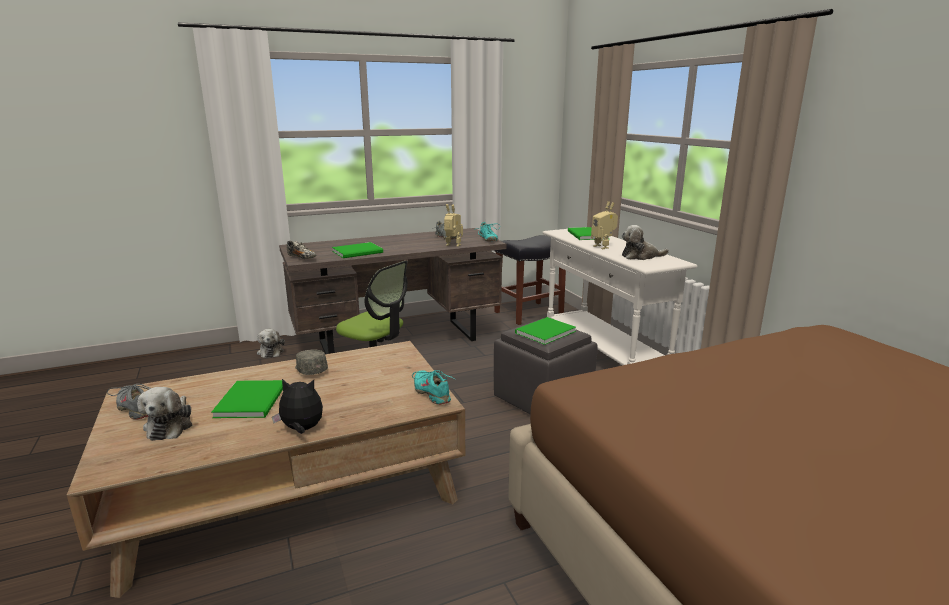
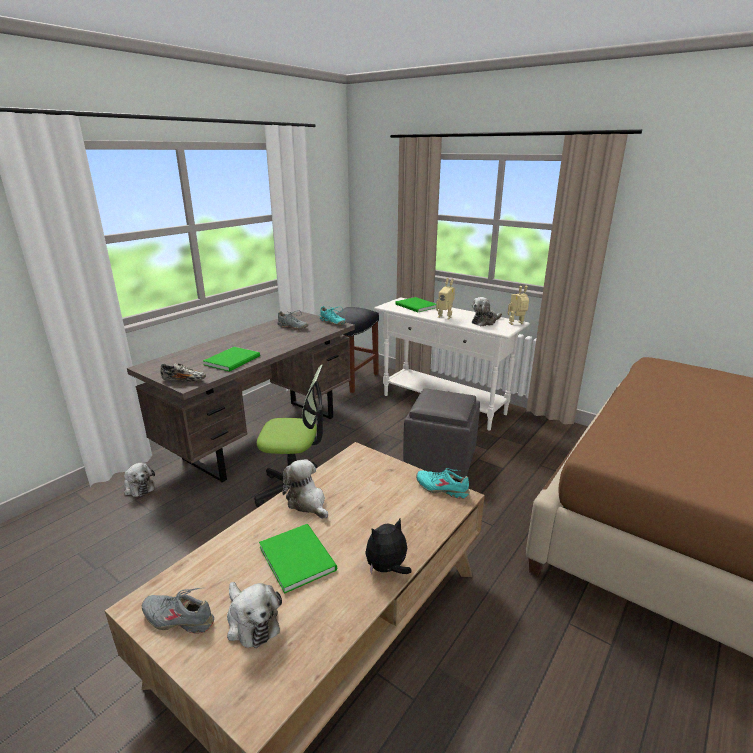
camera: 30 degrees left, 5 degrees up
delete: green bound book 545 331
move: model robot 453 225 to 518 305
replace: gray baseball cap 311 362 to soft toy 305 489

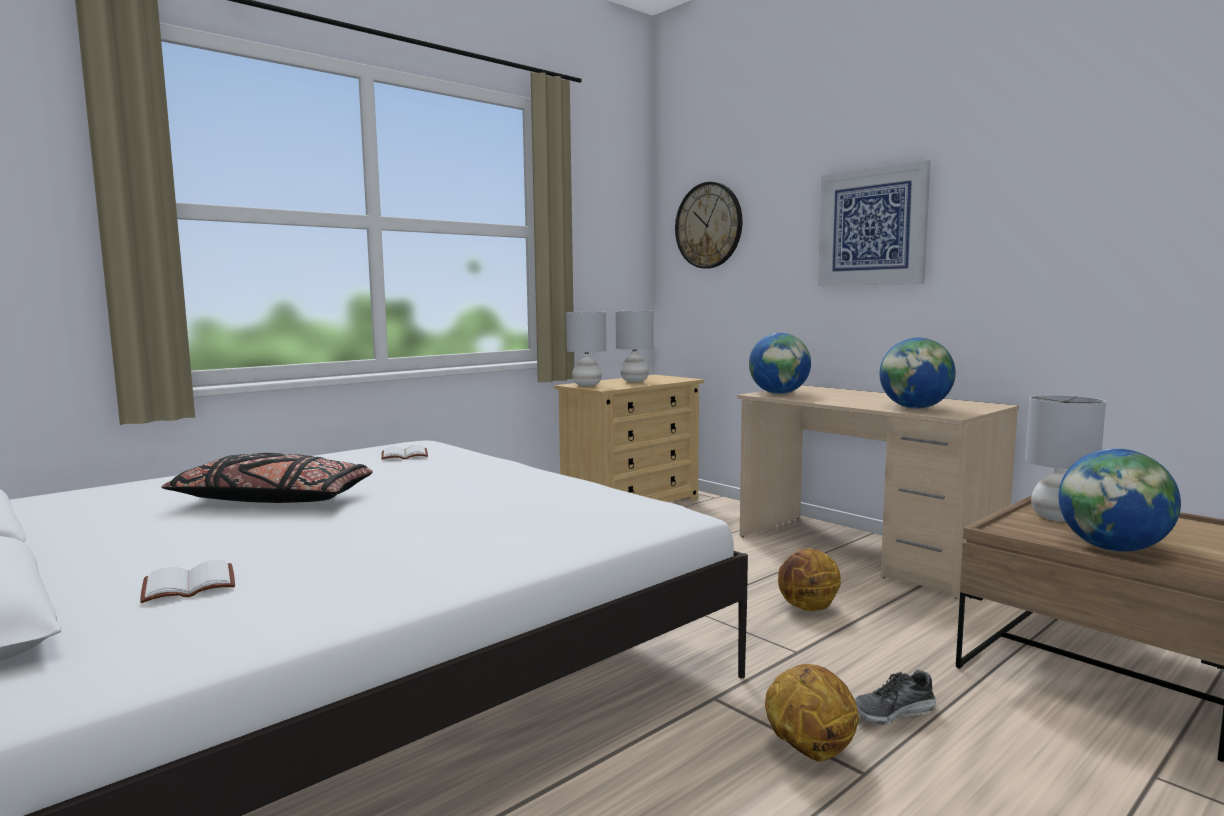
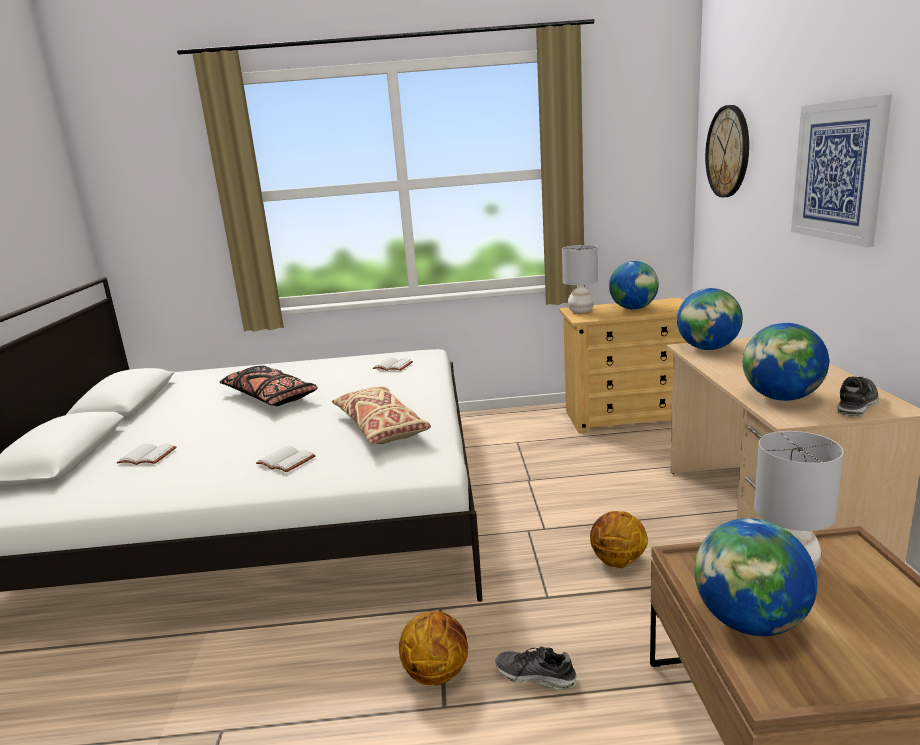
camera: 40 degrees right, 10 degrees up
insert: white bound book 286 459; sand-coloured pillow 381 415; shoe 858 397
replace: gray lamp for a table 635 346 to globe 634 285

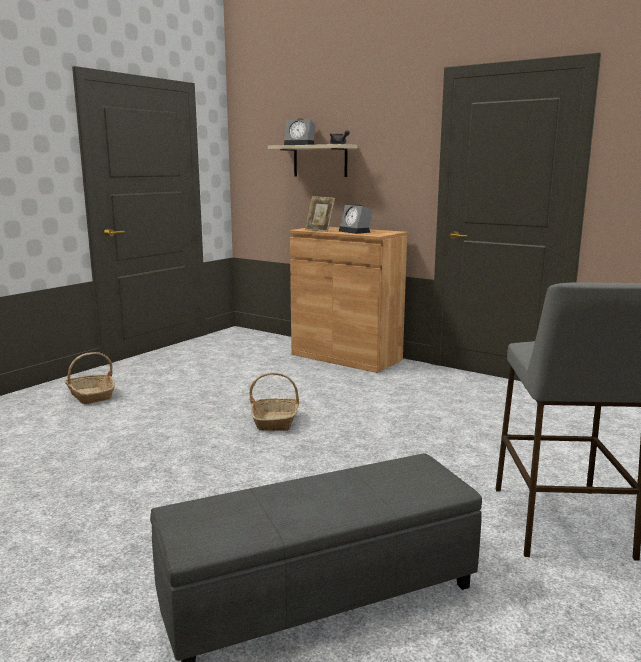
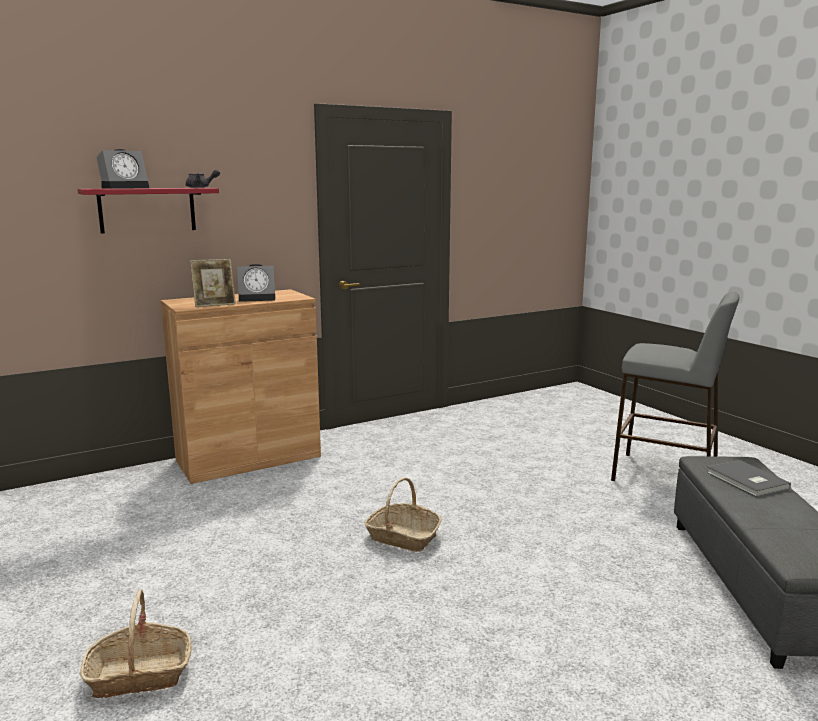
camera: 65 degrees left, 0 degrees up
insert: gray bound book 749 478
recolor: sand-coloured shelf 312 160 to reddish shelf 148 210

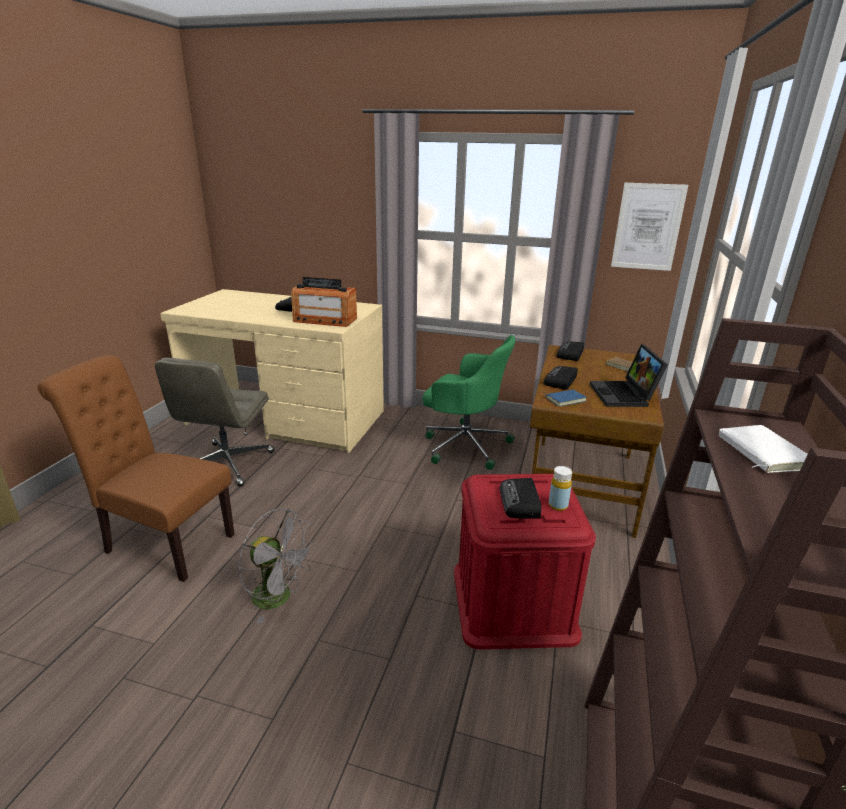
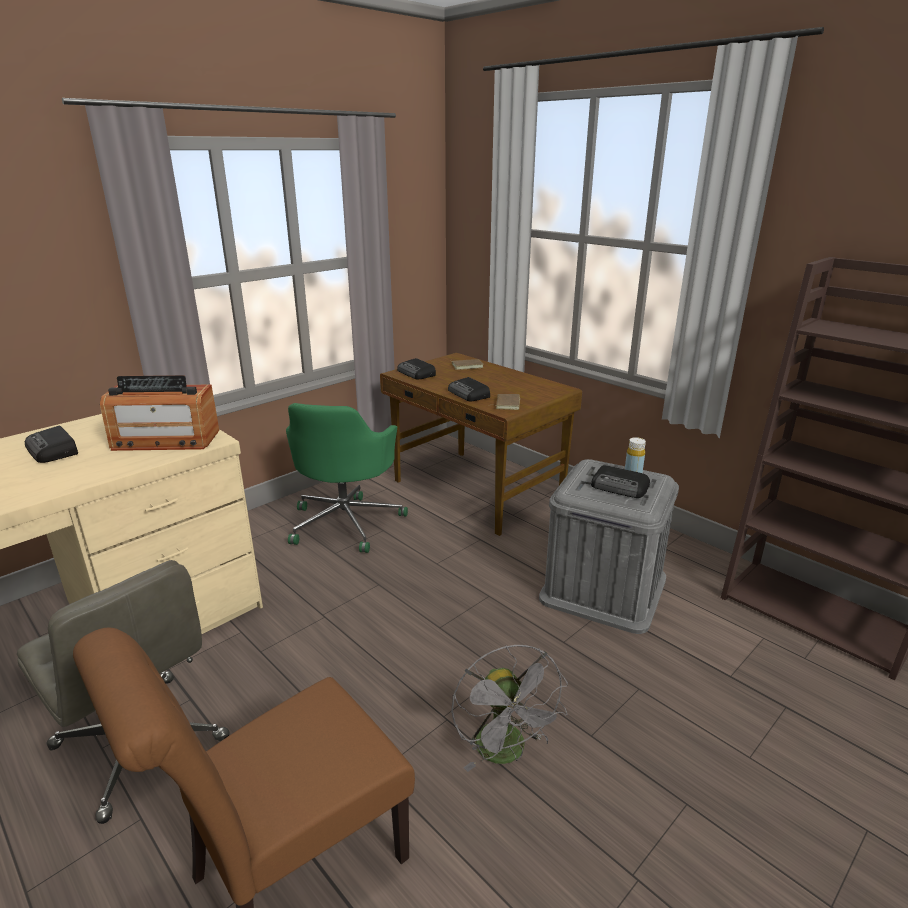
camera: 60 degrees left, 0 degrees up
delete: notebook computer 629 375; picture 649 227; white bound book 763 449
recolor: reddish storage bin 525 561 to gray storage bin 609 546; blue-coloured bound book 565 398 to brown-coloured bound book 508 402
rotate: gray electric fan 277 565 = 509 708 105 degrees clockwise; radio receiver 324 302 = 159 413 45 degrees clockwise; green desk chair 469 402 = 347 478 135 degrees clockwise

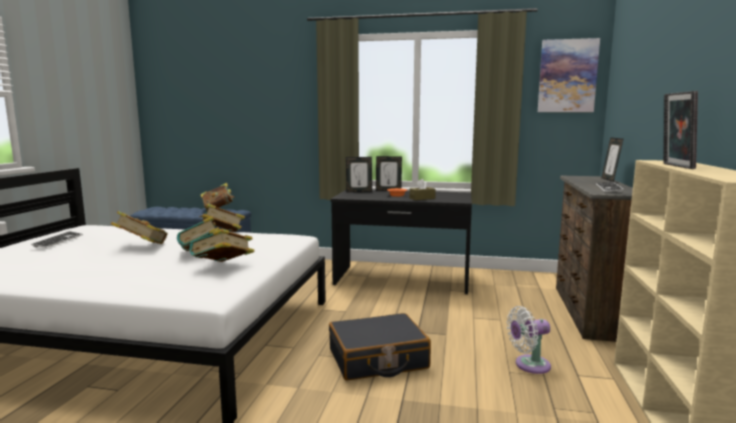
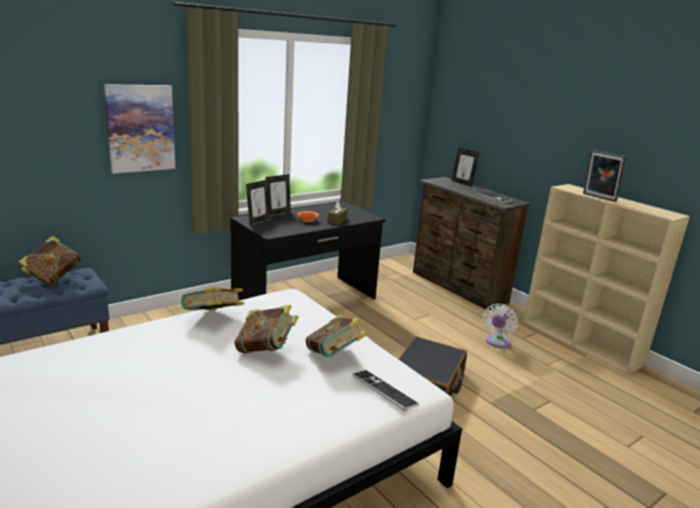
camera: 50 degrees left, 10 degrees up
delete: bound book 139 227
move: PC keyboard 57 239 to 385 390; picture 569 75 to 139 129

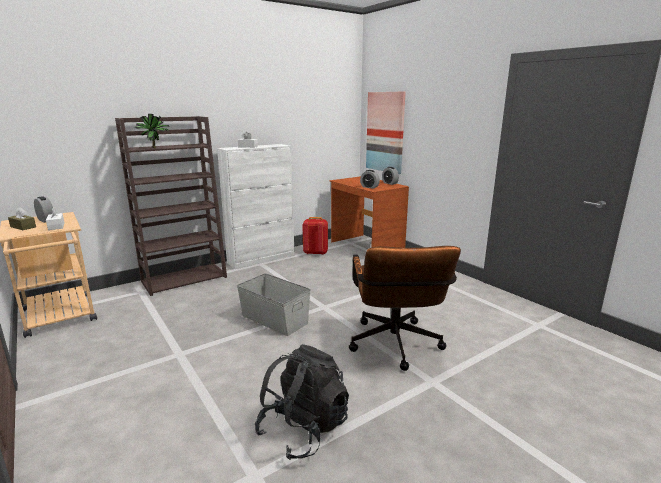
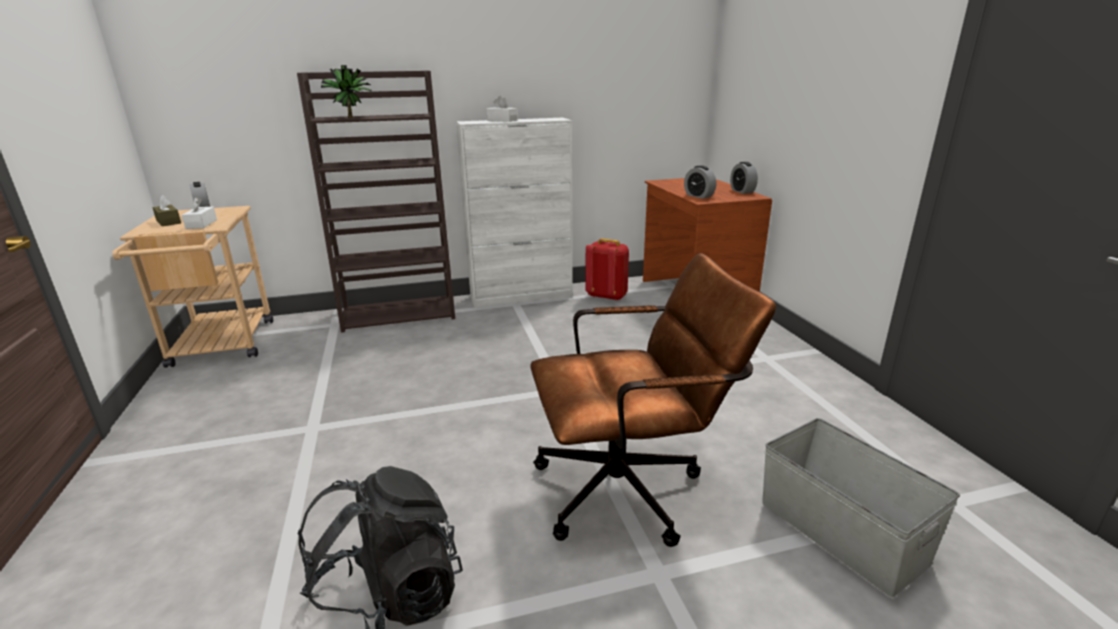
camera: 20 degrees right, 5 degrees up
delete: picture 386 132
move: gray storage bin 274 304 to 861 507
rotate: brown-coloured desk chair 405 308 = 653 400 120 degrees counterclockwise

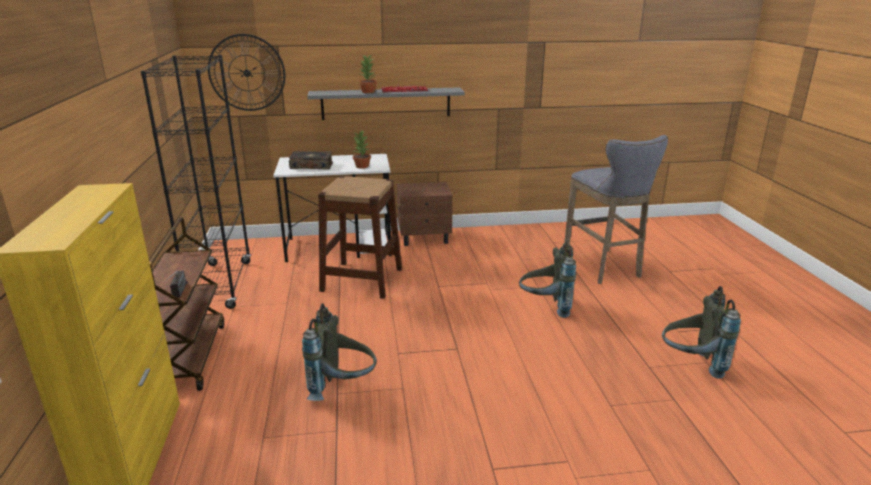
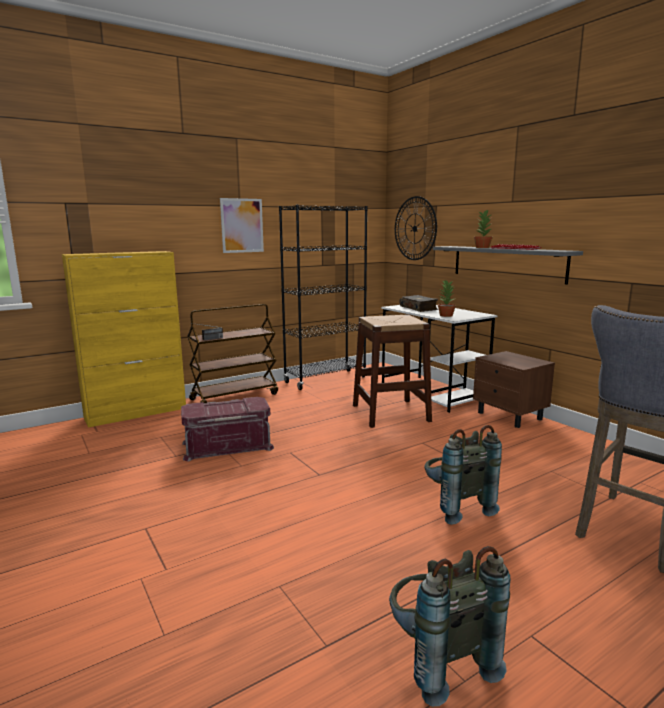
camera: 65 degrees right, 10 degrees down
insert: picture 242 225
replace: gray backpack 339 352 to reddish storage bin 227 429

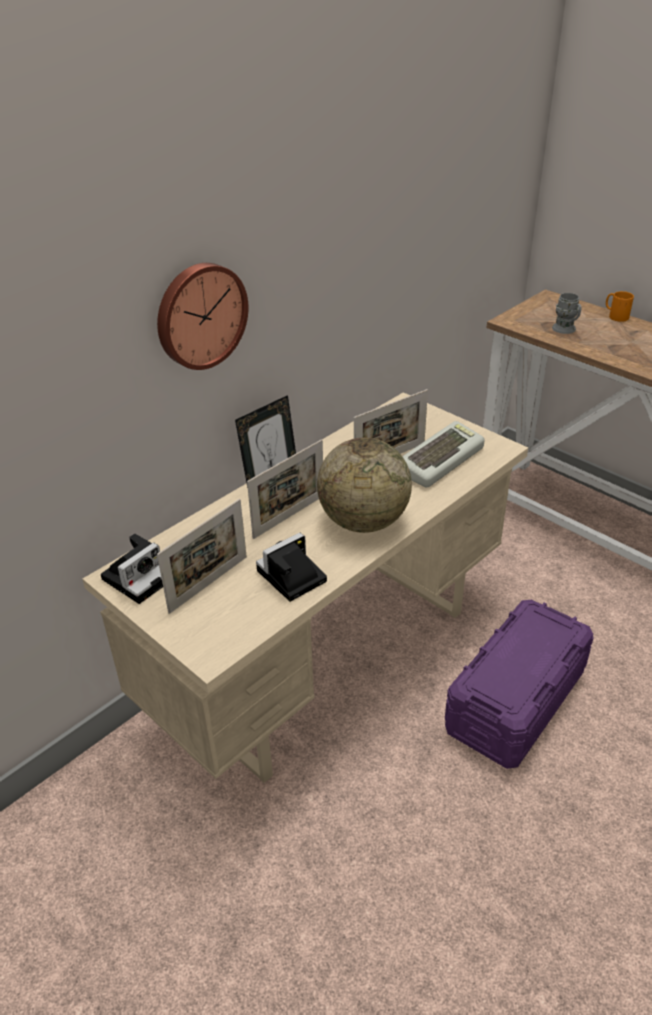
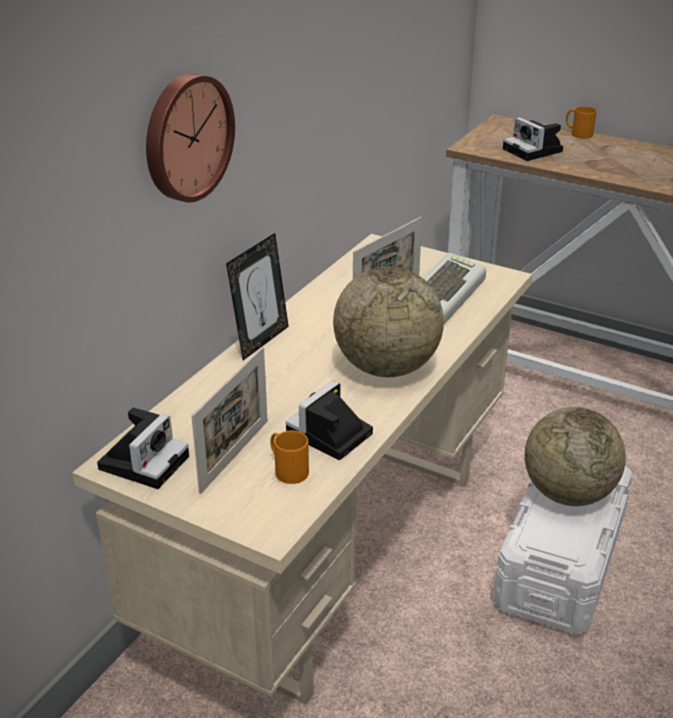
camera: 15 degrees left, 5 degrees down
delete: photo frame 285 489
insert: orange tea mug 289 457; globe 575 456
replace: gray tea mug 566 313 to still camera 533 139
recolor: purplish storage bin 519 684 to white storage bin 563 550

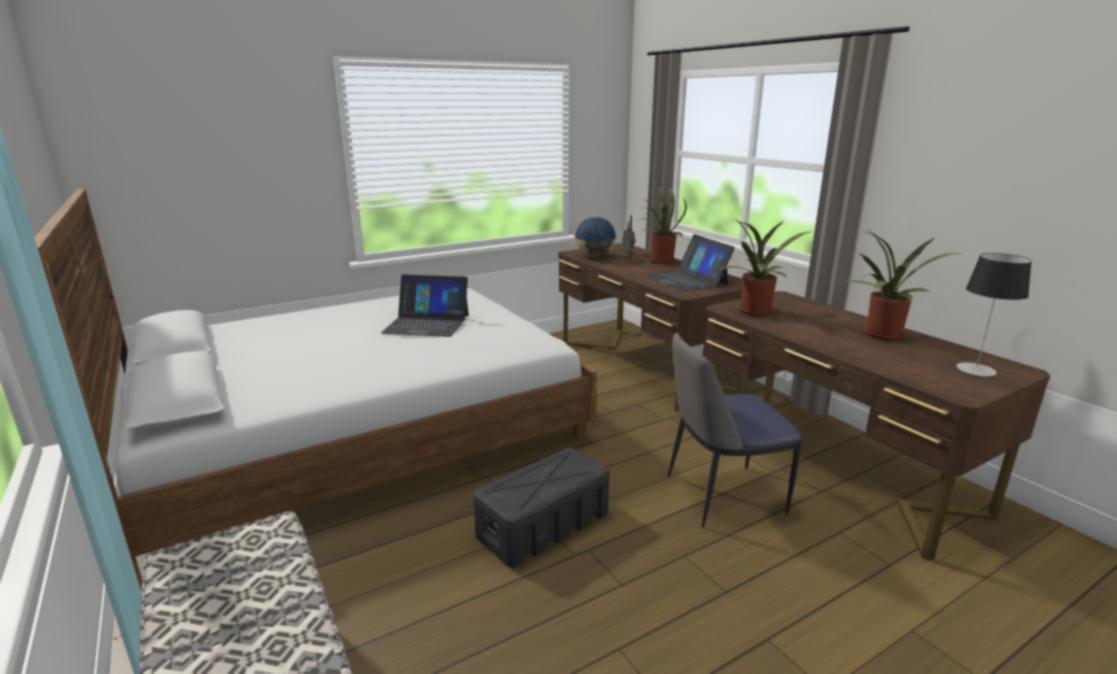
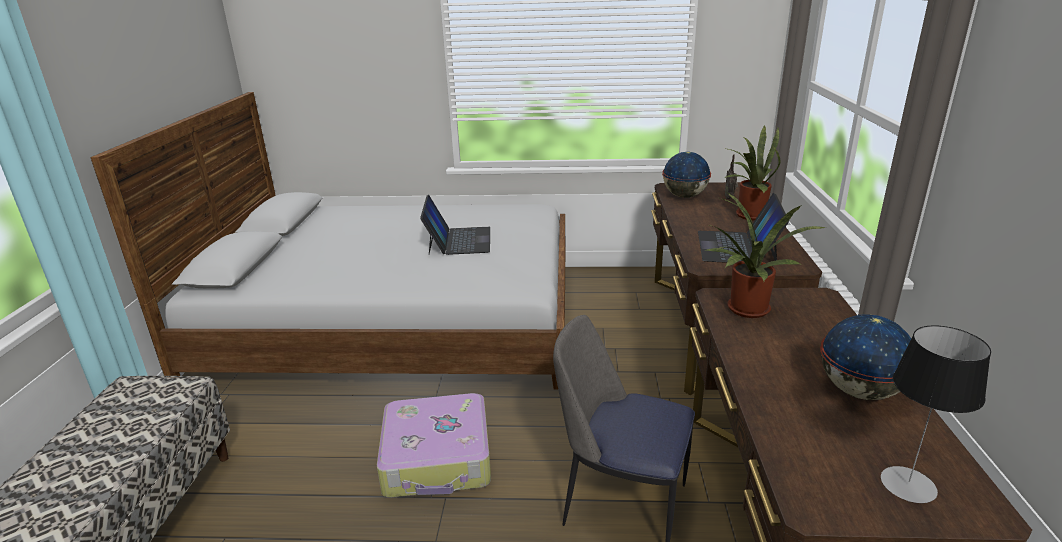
camera: 35 degrees right, 5 degrees up
replace: black storage bin 541 508 to piece of luggage 434 445; houseplant 903 284 to globe 865 357
rotate: notebook computer 425 305 = 455 225 135 degrees counterclockwise

